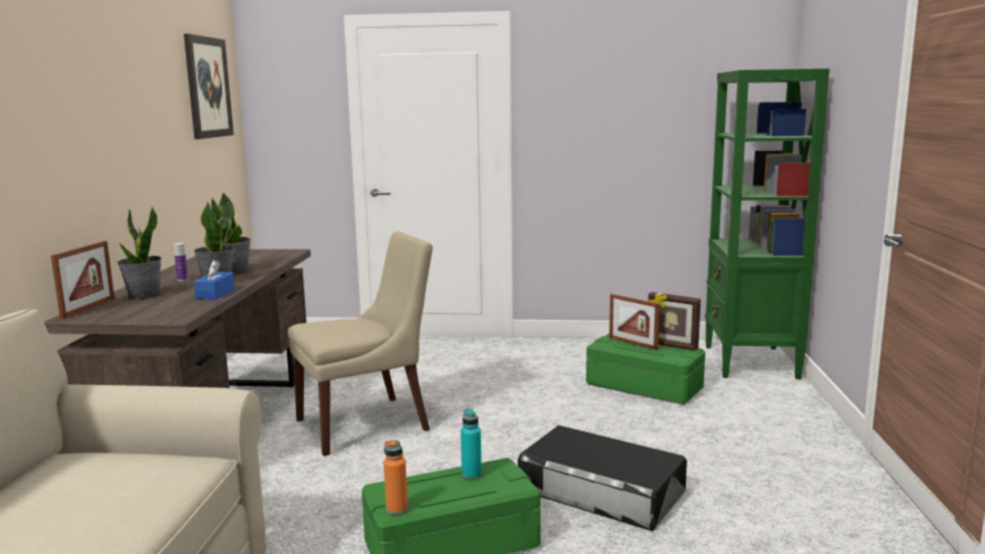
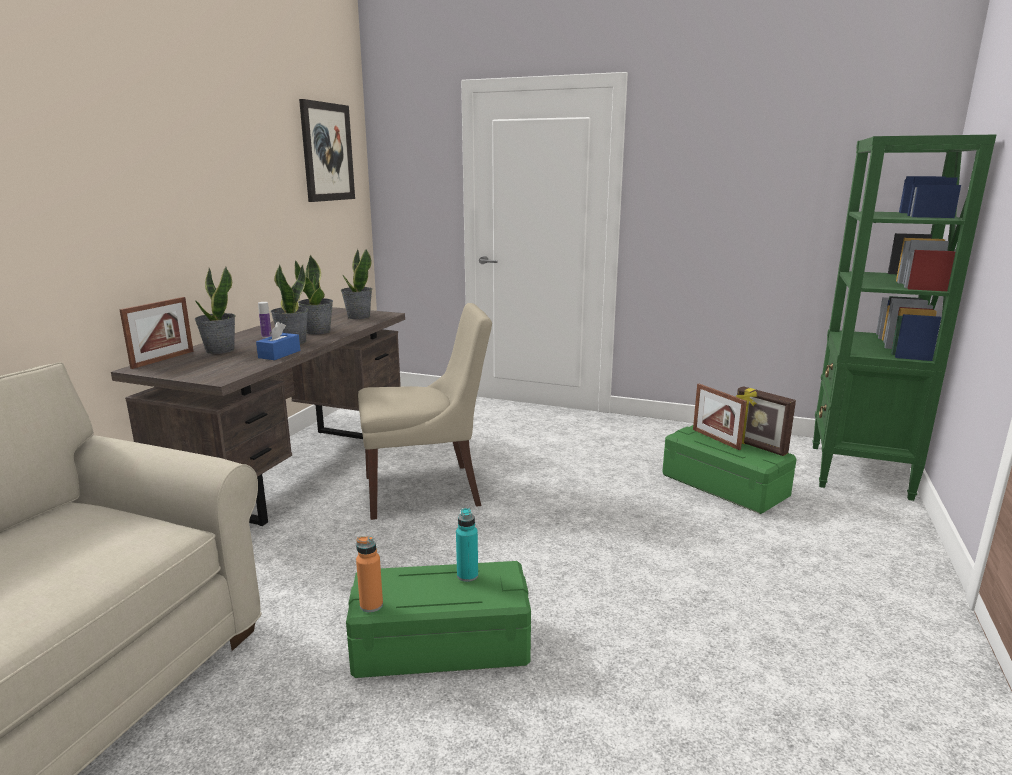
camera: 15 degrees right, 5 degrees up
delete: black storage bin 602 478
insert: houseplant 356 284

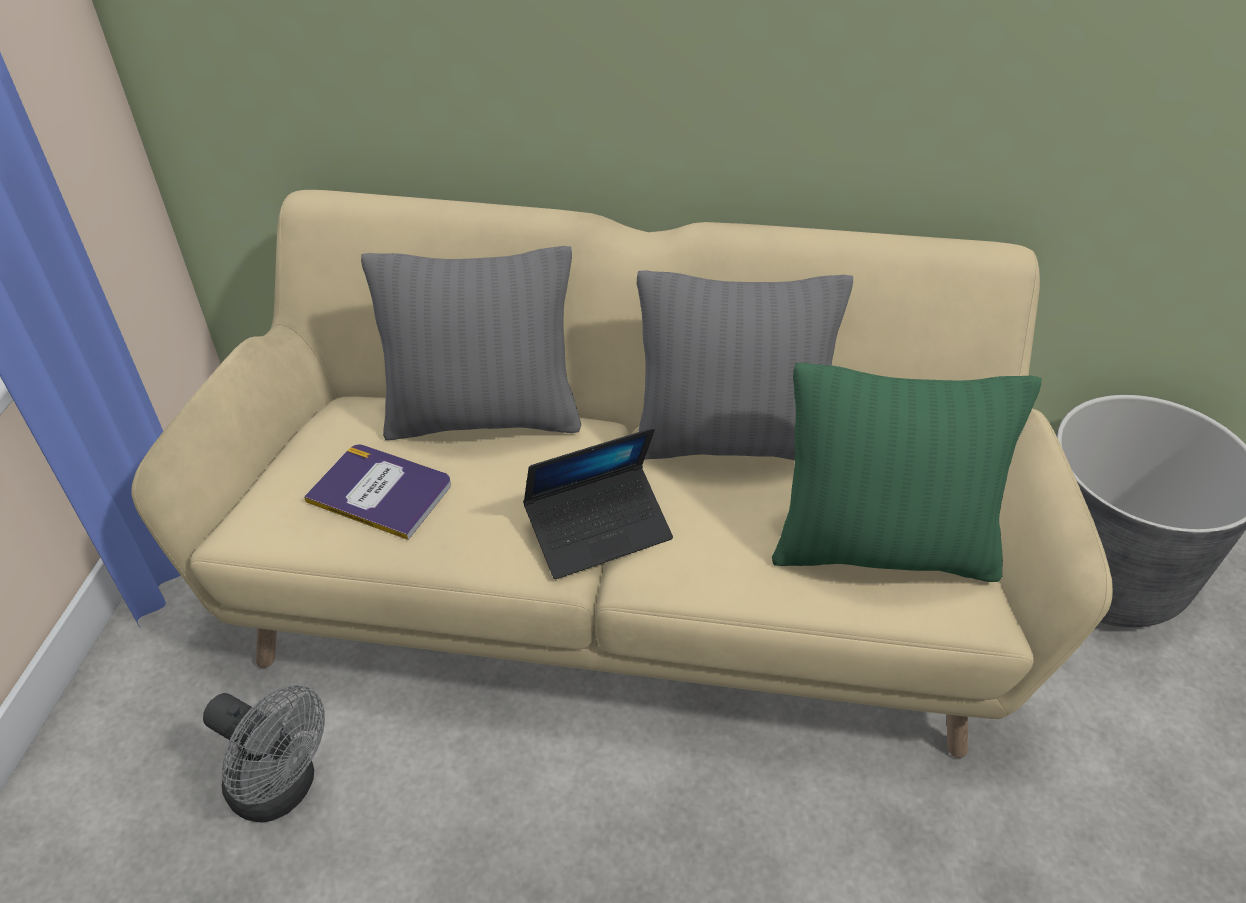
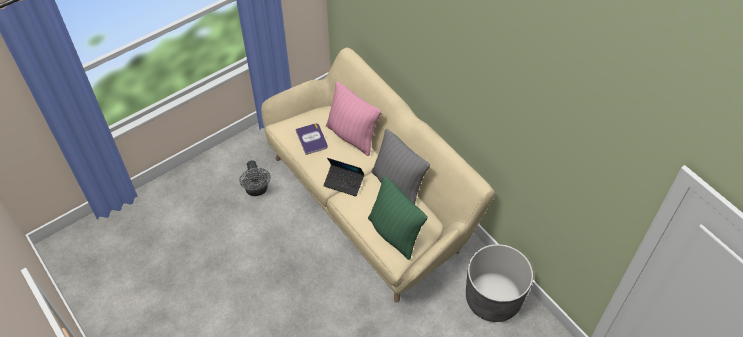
camera: 45 degrees right, 10 degrees up
recolor: gray pillow 471 343 to pink-coloured pillow 353 118

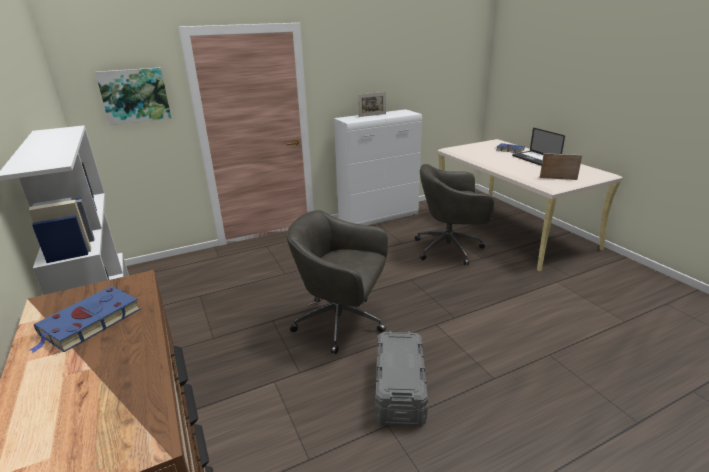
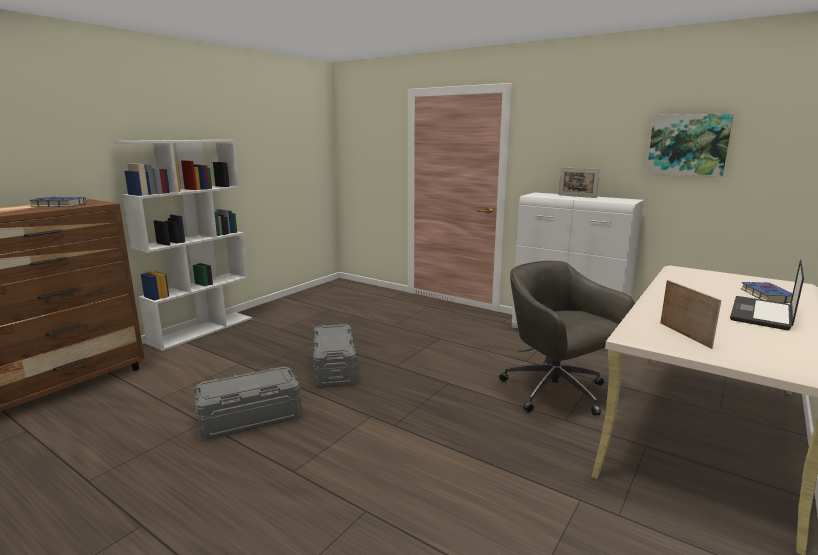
camera: 60 degrees right, 10 degrees down
move: picture 133 96 to 690 145
replace: gray desk chair 337 282 to gray storage bin 335 355

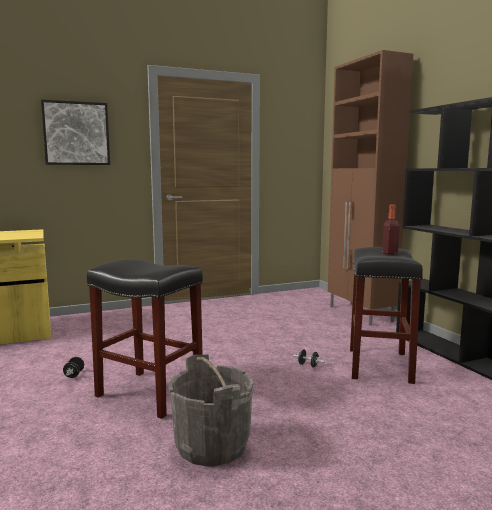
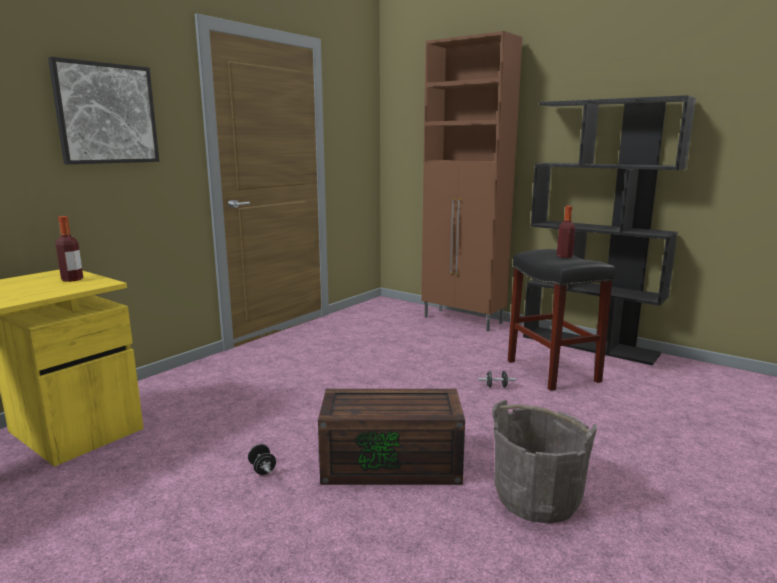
camera: 30 degrees left, 5 degrees up
insert: drink bottle 69 249
replace: black sitting stool 145 339 to brown-coloured storage bin 391 437

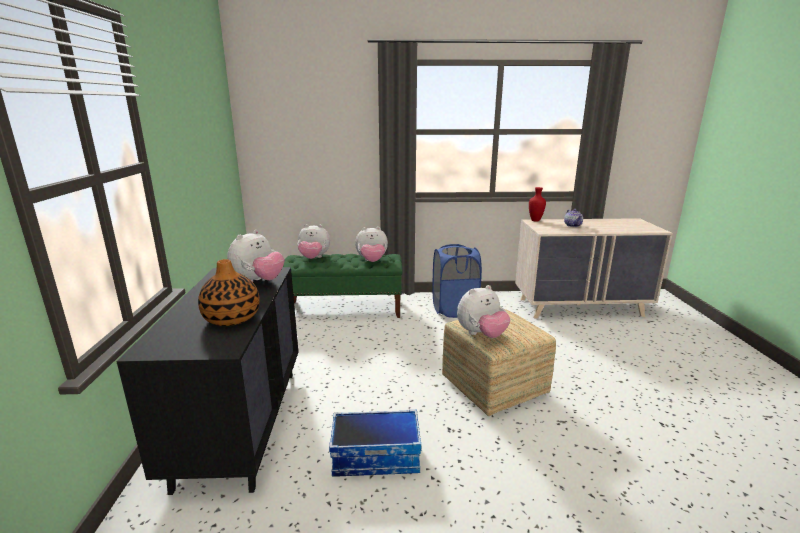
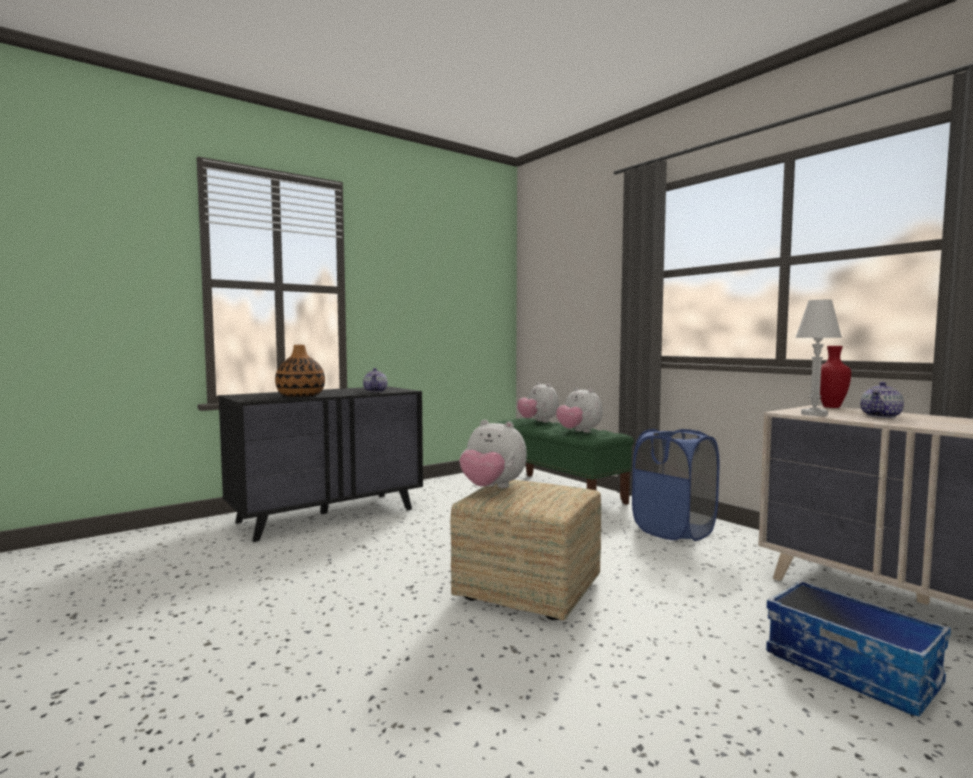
camera: 55 degrees right, 15 degrees down
insert: white lamp for a table 818 358
move: storage bin 375 443 to 858 648
replace: soft toy 255 256 to teapot 375 380

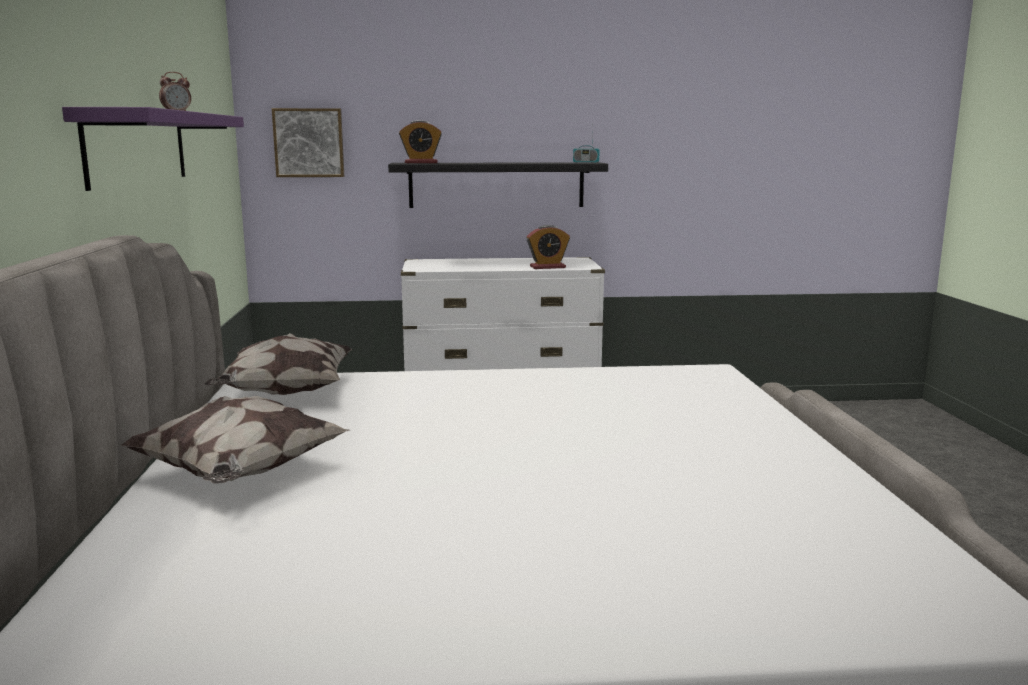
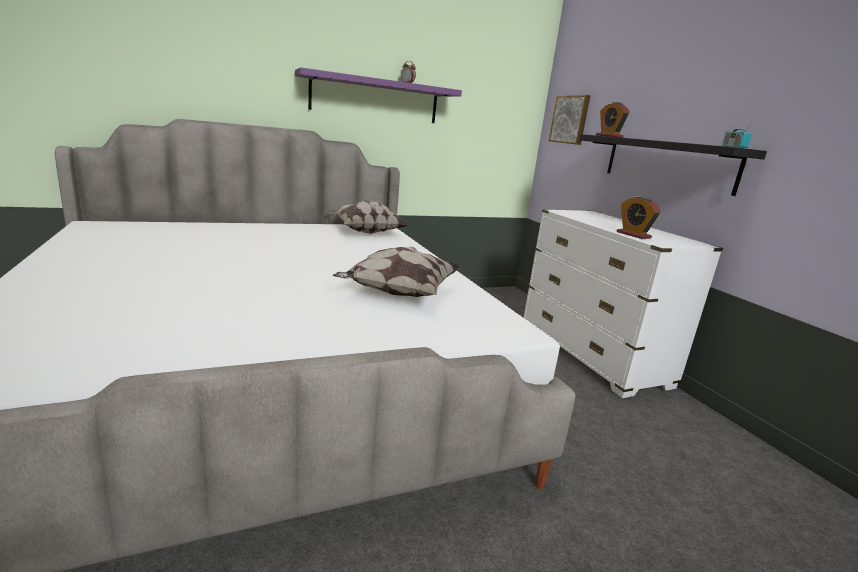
camera: 70 degrees right, 5 degrees up
move: pillow 235 440 to 396 271

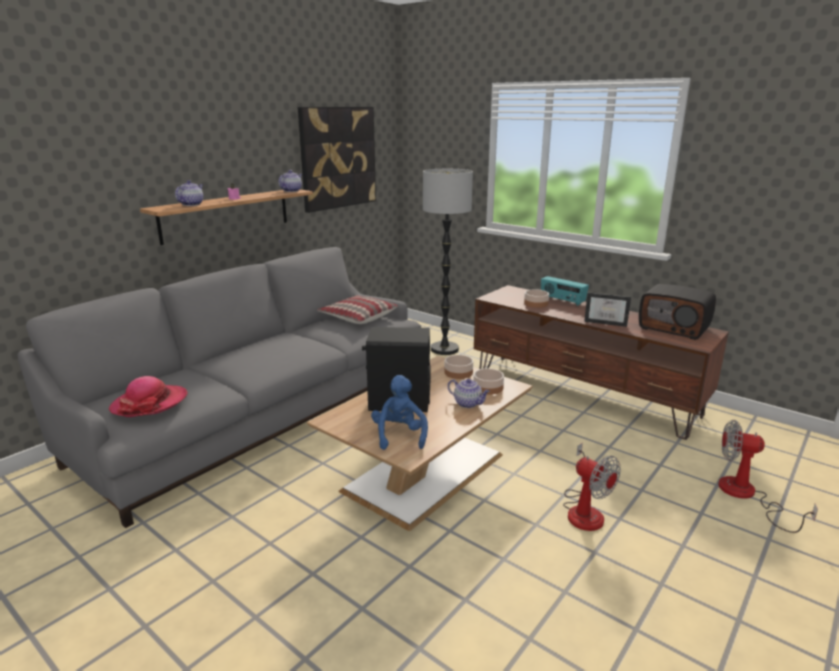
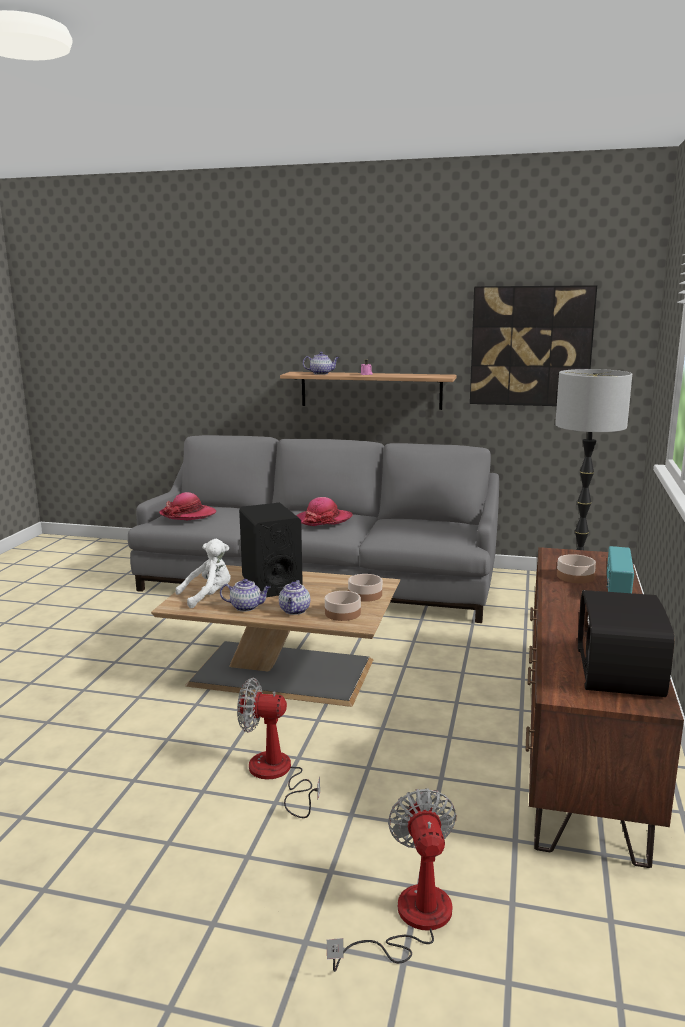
camera: 65 degrees right, 5 degrees down
delete: pillow 357 310; photo frame 607 309
insert: wearable hat 324 511
move: teapot 290 181 to 245 595
recolor: blue-coloured soft toy 399 412 to white soft toy 203 574
rotate: electric fan 592 487 = 278 748 75 degrees clockwise

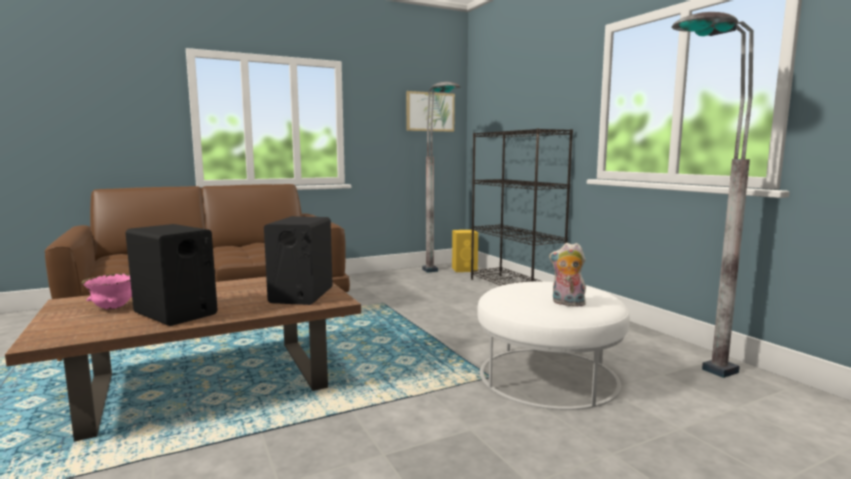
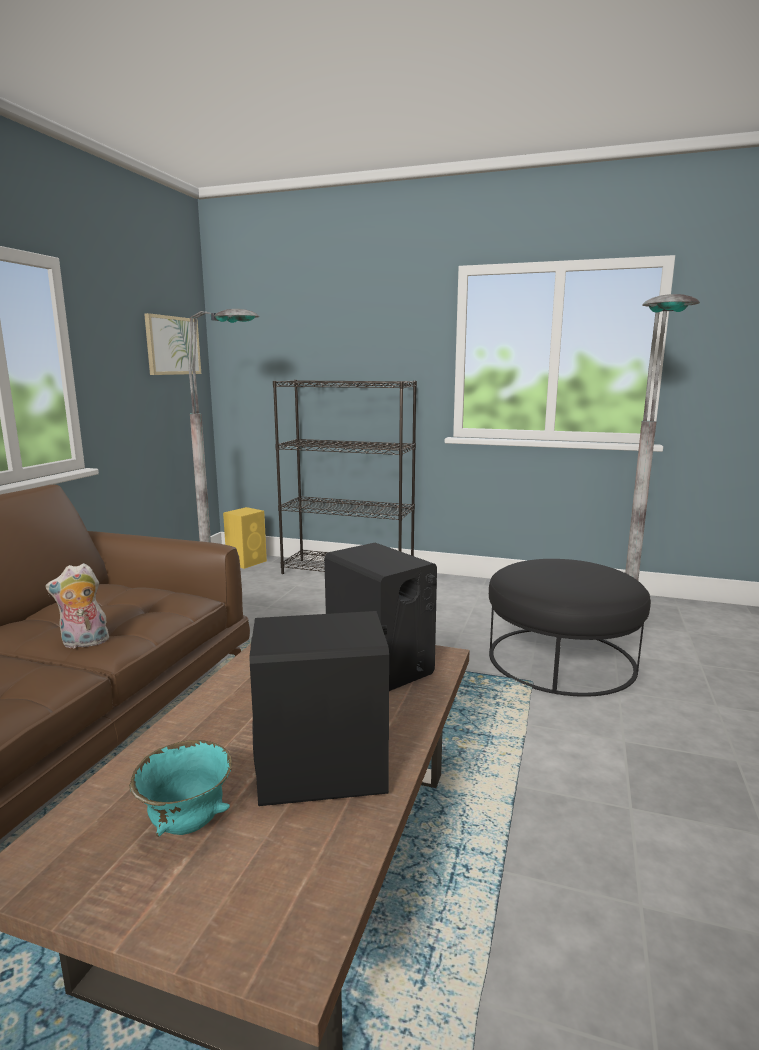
camera: 45 degrees left, 5 degrees up
move: soft toy 567 275 to 77 605
recolor: pink-coloured deep dish 106 291 to turquoise deep dish 180 788; white footrest 553 346 to black footrest 570 628

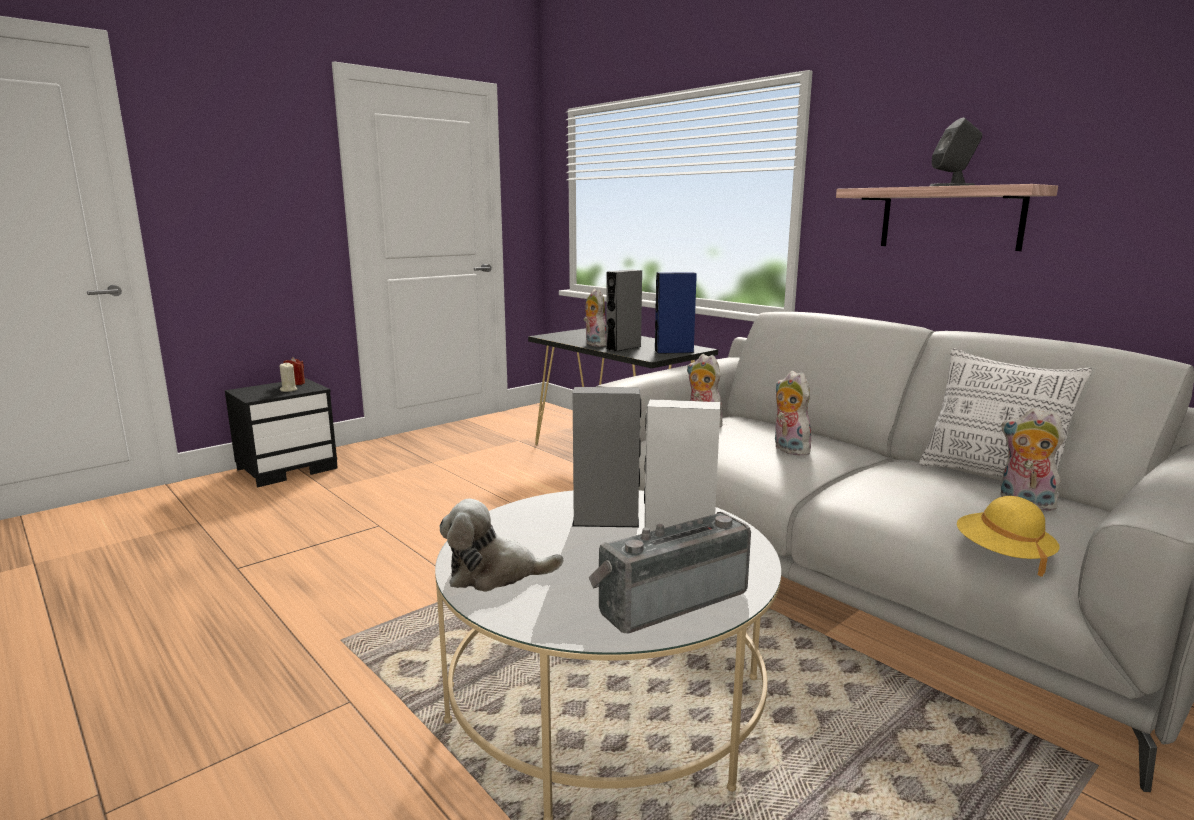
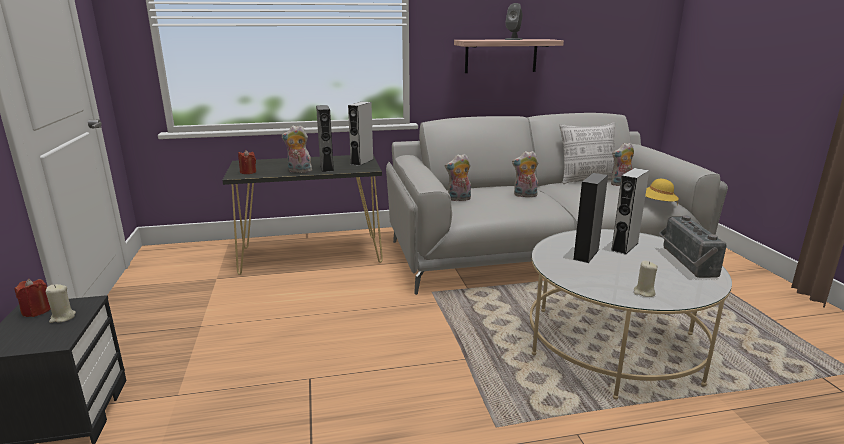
camera: 60 degrees left, 5 degrees up
insert: reddish wax light 247 162
replace: soft toy 501 545 to sand-coloured wax light 646 279
recolor: blue-coloured speaker 676 313 to gray speaker 361 134

